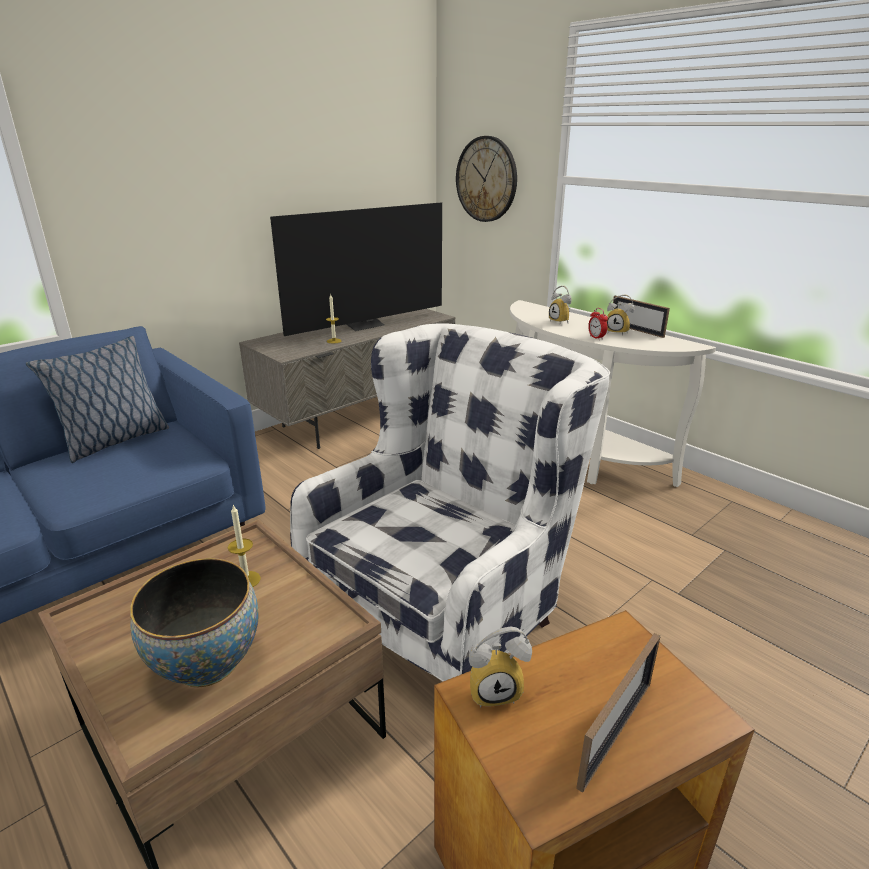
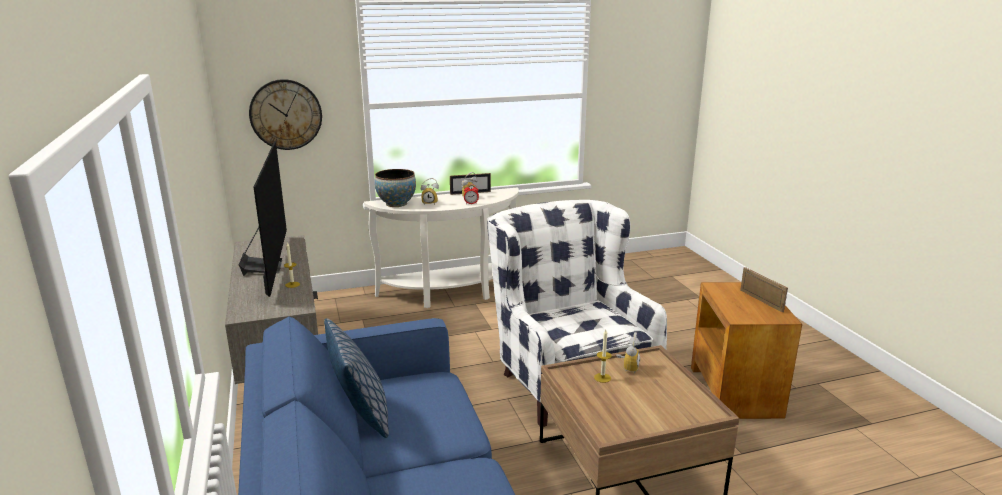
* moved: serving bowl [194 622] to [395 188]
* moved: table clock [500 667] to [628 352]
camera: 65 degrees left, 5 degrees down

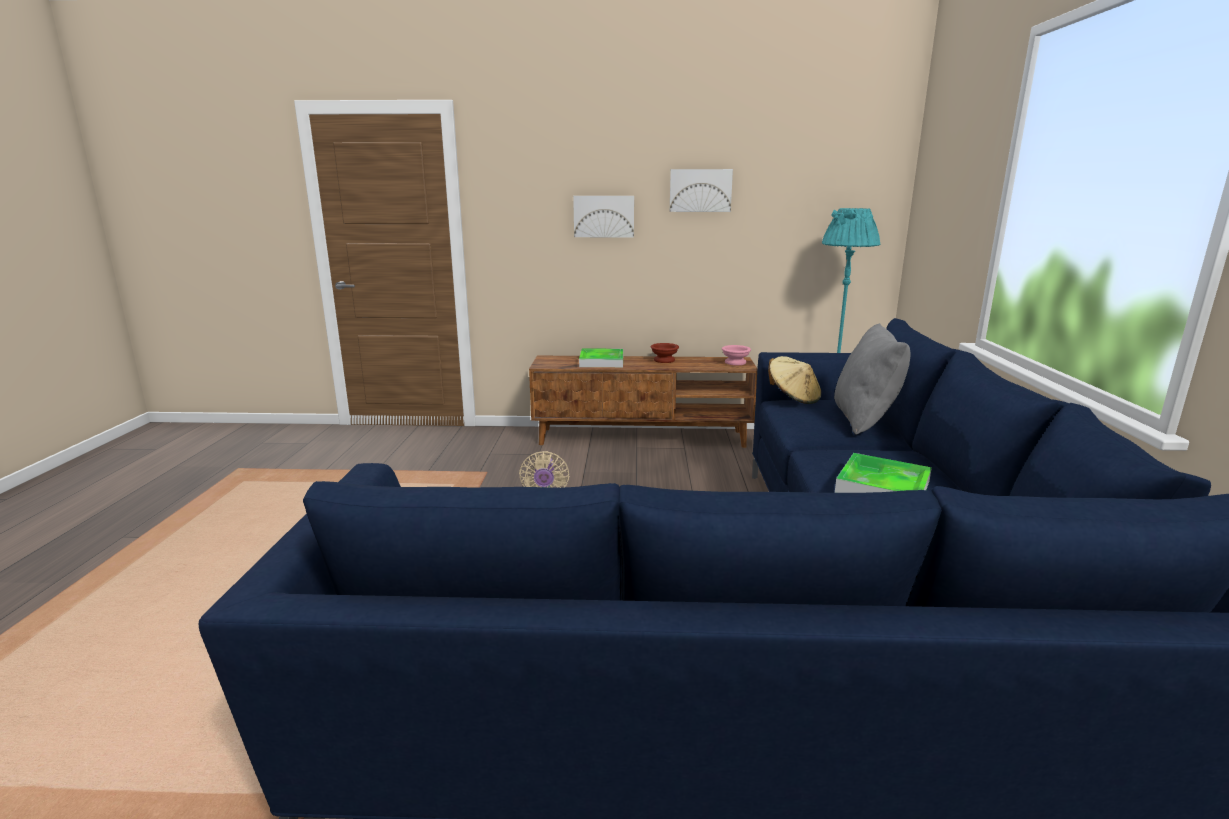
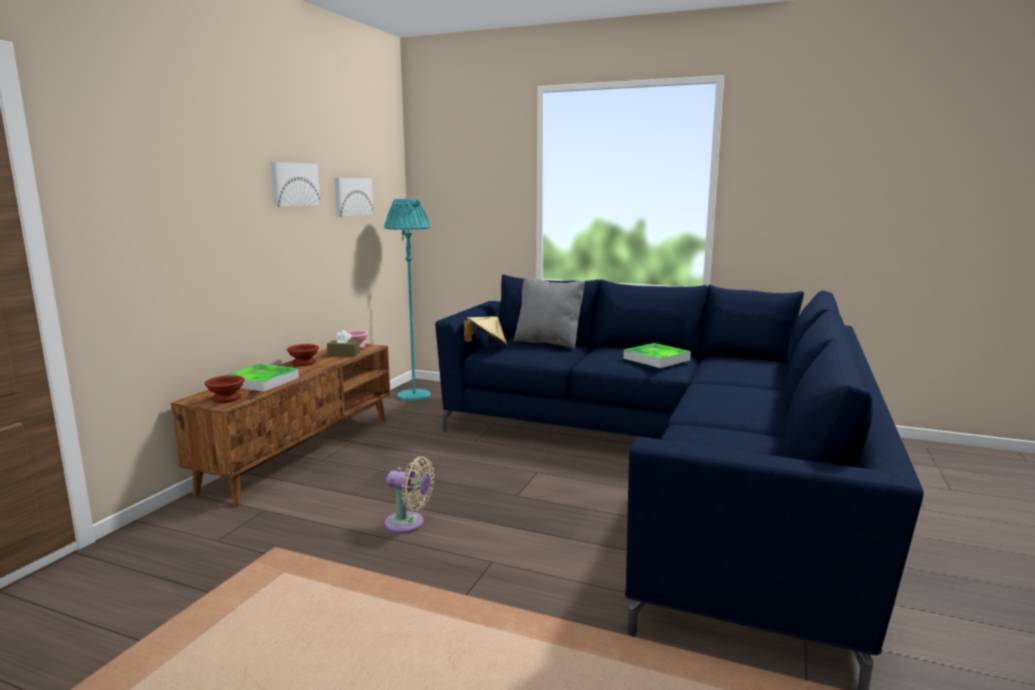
* added: brown serving bowl [224 389]
* added: brown tissue box [343 343]
* moved: picture [603 216] to [353 197]
camera: 70 degrees left, 5 degrees down

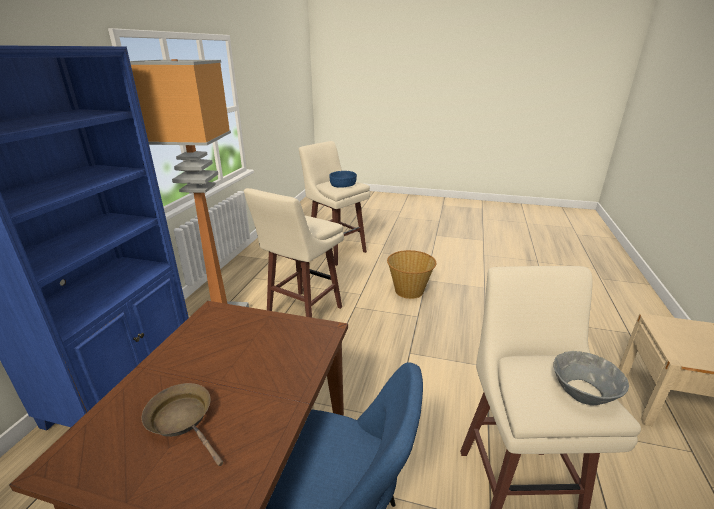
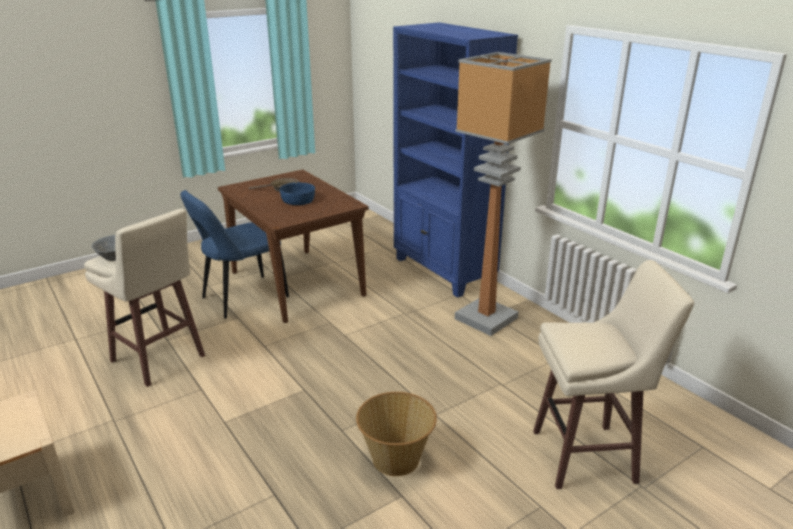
* moved: blue-coloured serving bowl [343 179] to [297 193]
* removed: beige sitting stool [294 253]
camera: 130 degrees right, 0 degrees up

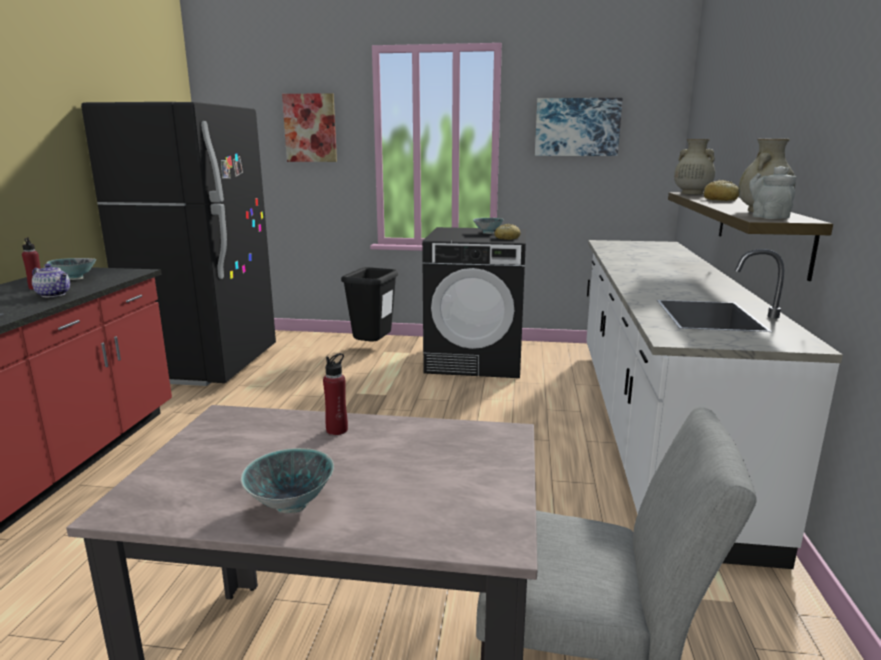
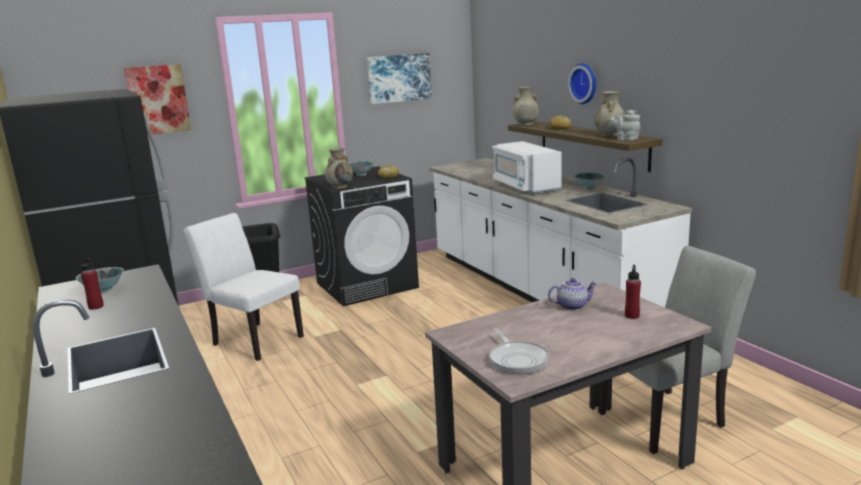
* added: white plain chair [243 287]
* added: beige decorative vase [339 168]
* added: pan [519 351]
* added: white microwave oven [527 167]
* moved: pot for tea [51 280] to [572 294]
* added: wall clock [582 83]
* moved: serving bowl [287 480] to [590 181]
* moved: red-coloured beverage bottle [335 394] to [633 292]
camera: 35 degrees left, 0 degrees up

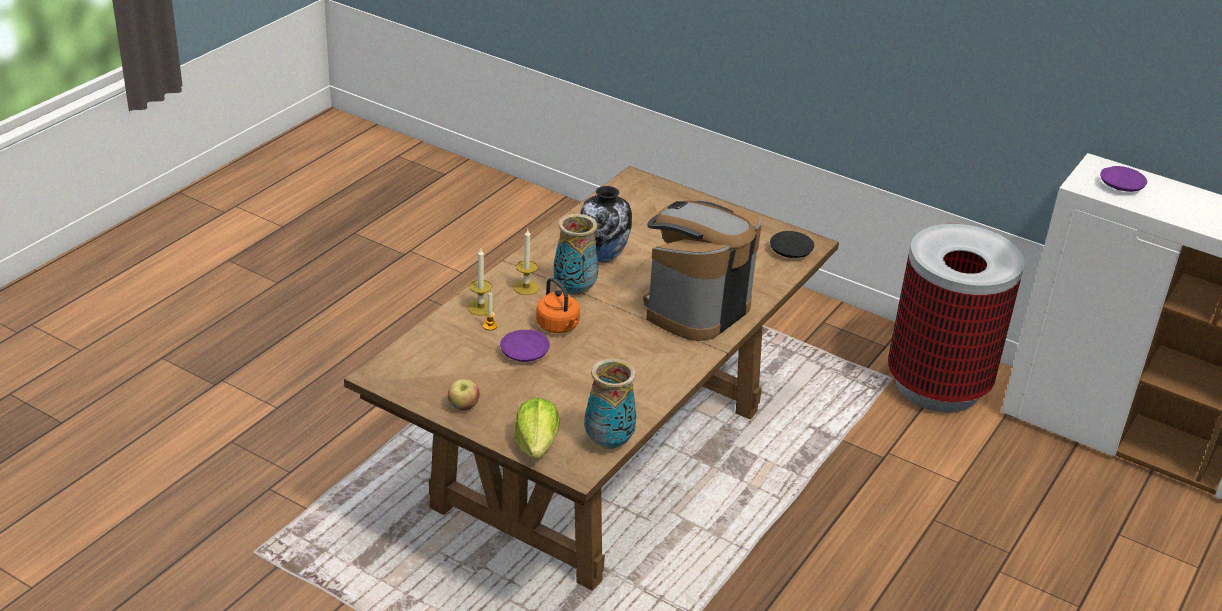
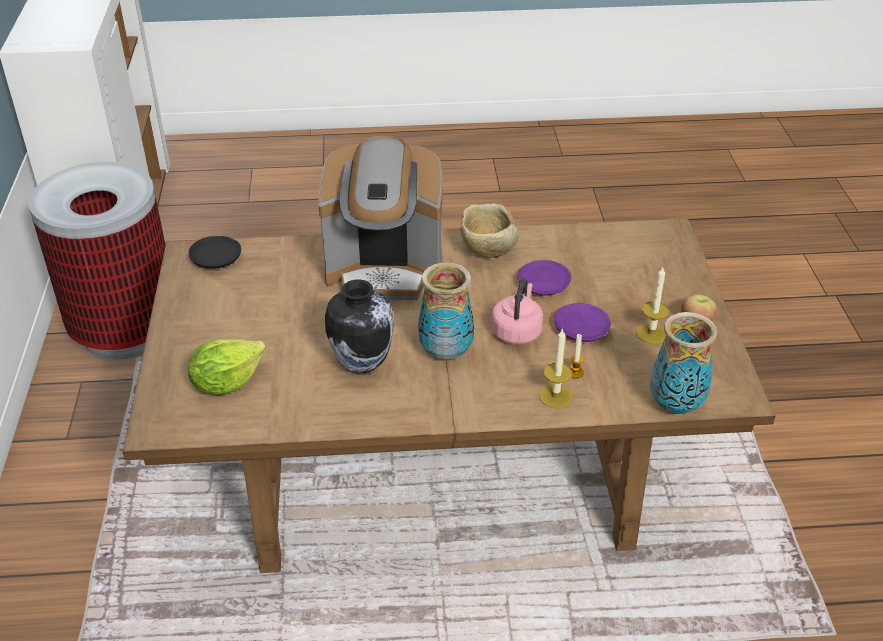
* moved: lettuce [537 428] to [227 367]
* added: beige serving bowl [489 230]
* recoloured: orange tea kettle [558 305] to pink-coloured tea kettle [517 311]
* moved: purplish flat dish [1123 179] to [544 278]
* moved: candle [526 262] to [652 305]
* moved: decorative vase [610 403] to [683 363]
camera: 125 degrees left, 5 degrees up

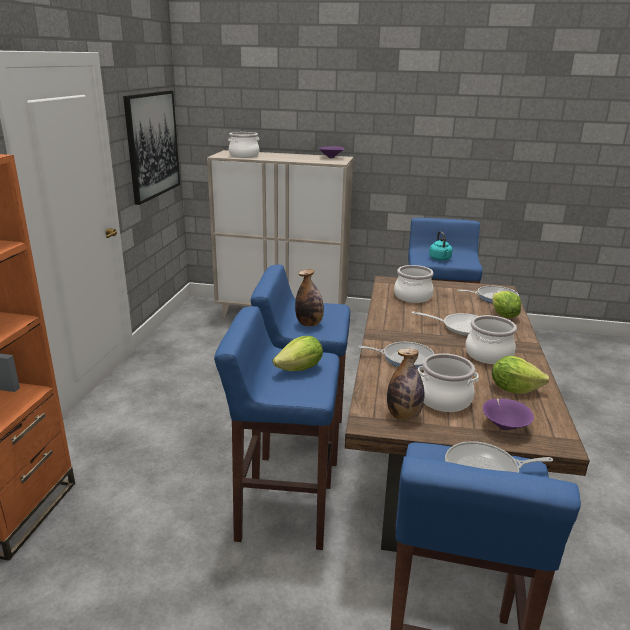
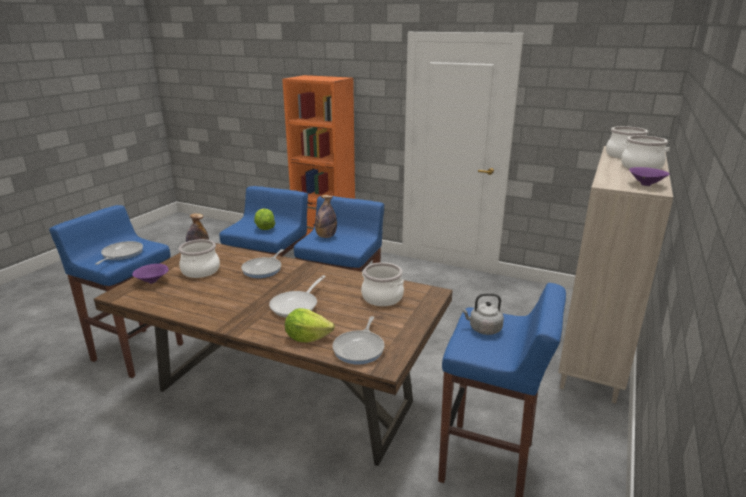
* recoloured: turquoise-coloured tea kettle [441 246] to greyish tea kettle [482 314]
* moved: saucepot [491 339] to [645 152]
* removed: picture [151 148]
* removed: lettuce [521 375]
camera: 105 degrees right, 0 degrees up

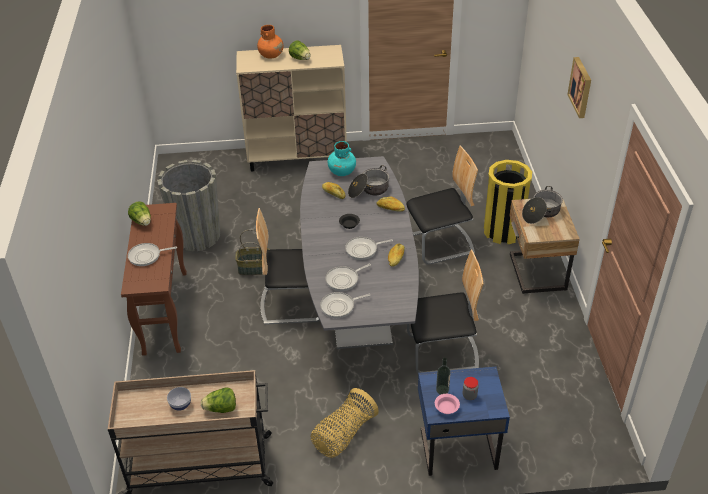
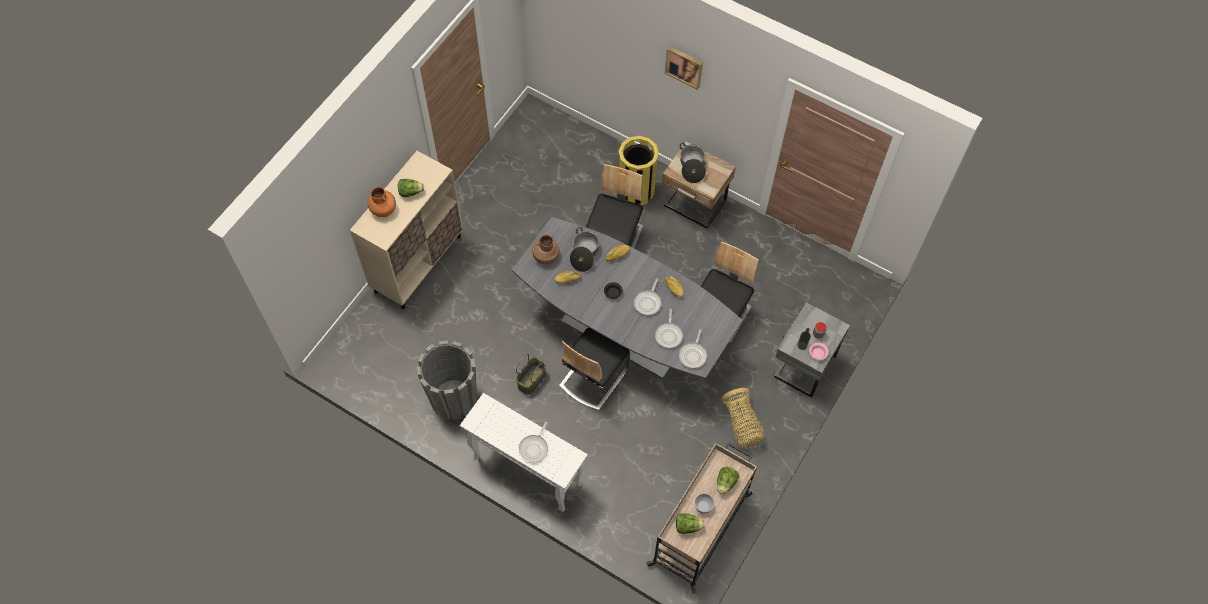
* recoloured: brown narrow table [154 279] to white narrow table [524 452]
* recoloured: turquoise-coloured decorative vase [342 158] to brown decorative vase [546 249]
* moved: lettuce [139 213] to [690 523]
* recoloured: blue-coloured night table [464 421] to greyish night table [812 350]
camera: 55 degrees left, 20 degrees up

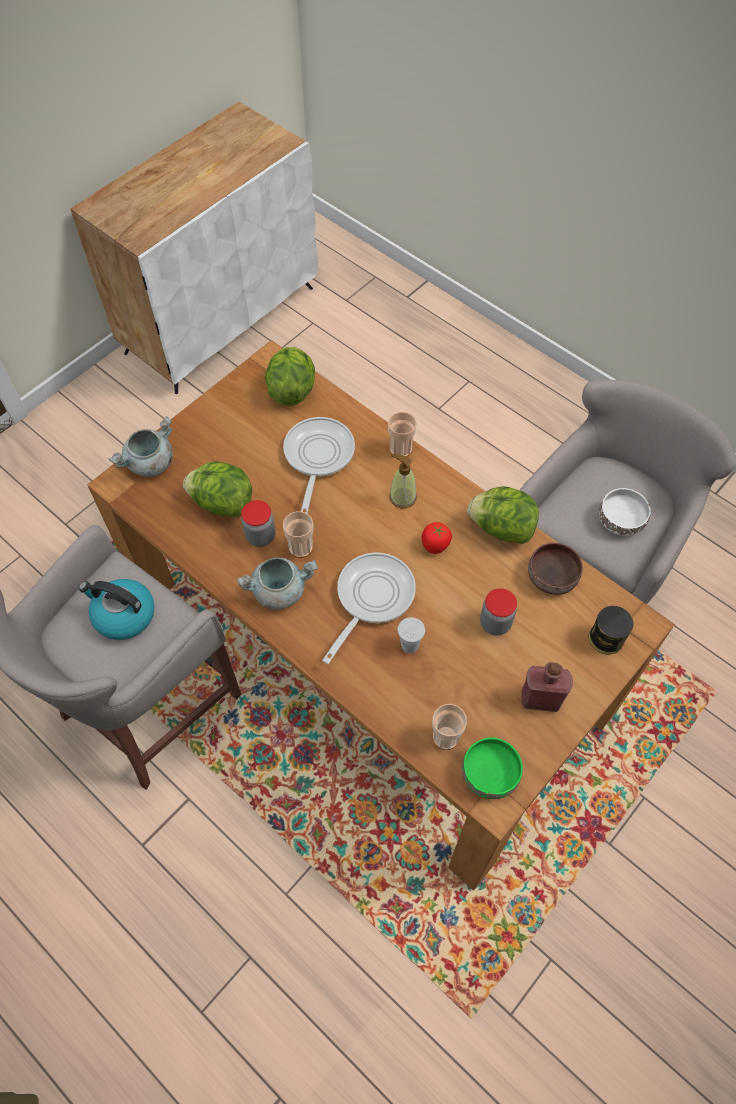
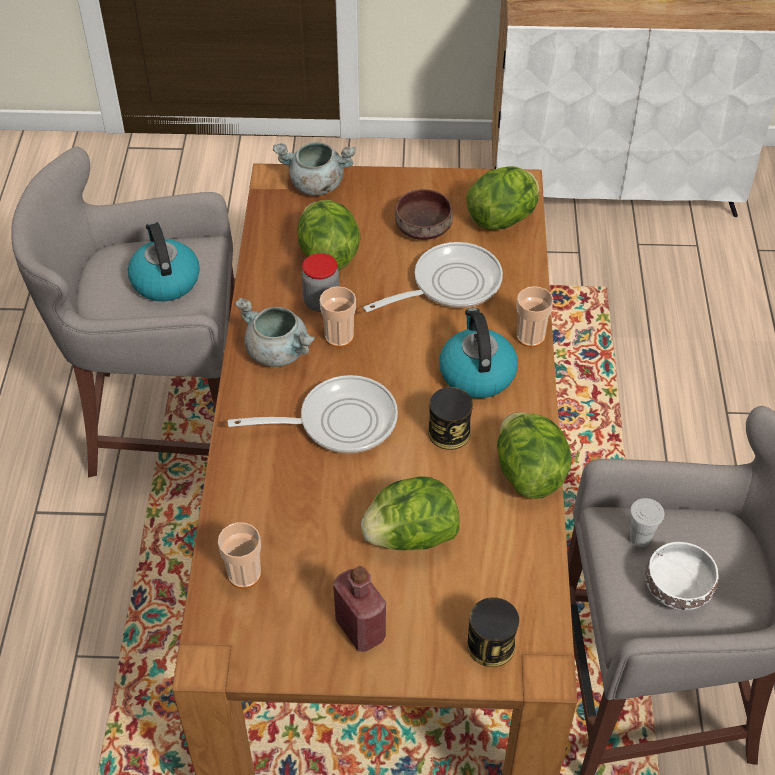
* replaced: preserve jar [498 612] to lettuce [410 513]
* moved: brown serving bowl [555 569] to [424 214]
* replaced: whole tomato [437 538] to metal can [450 418]
* replaced: liquid soap bottle [403 481] to tea kettle [478 353]
* moved: white drinking cup [411 635] to [647 522]
* removed: green-coloured serving bowl [492 768]
camera: 50 degrees right, 10 degrees down

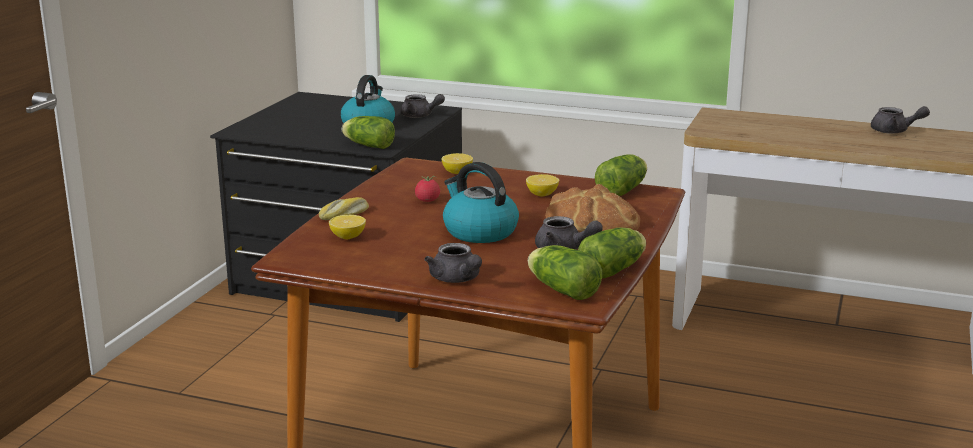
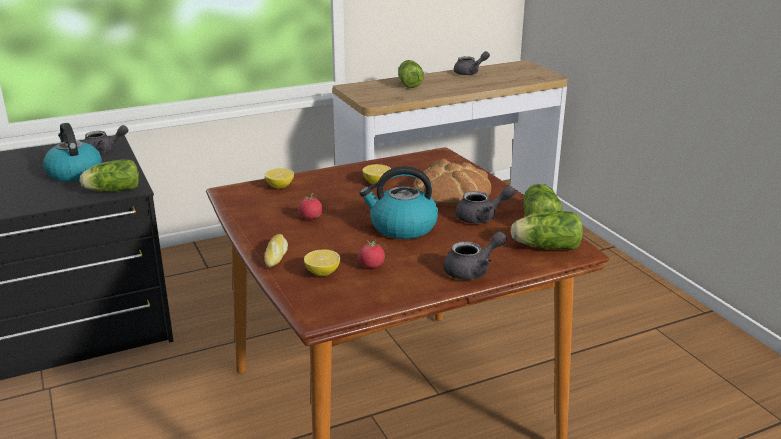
* added: whole tomato [371 253]
* moved: lettuce [621 175] to [411 74]
* turned: greyish pot for tea [453 263] = [475 255] 45 degrees counterclockwise
camera: 45 degrees left, 5 degrees up

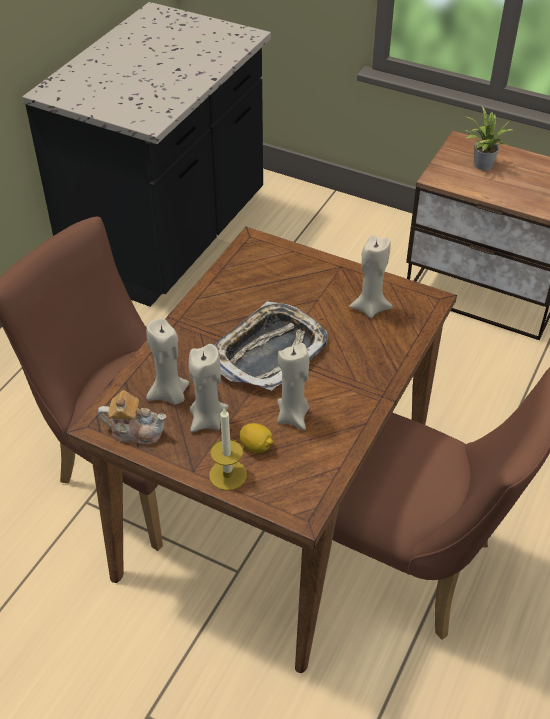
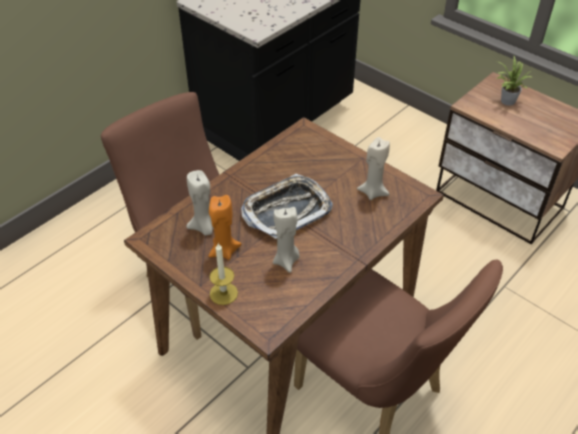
* recoloured: beige candle [209 388] to orange candle [225 227]
* removed: pot for tea [132 418]
* removed: whole lemon [256 438]
camera: 15 degrees right, 0 degrees up

